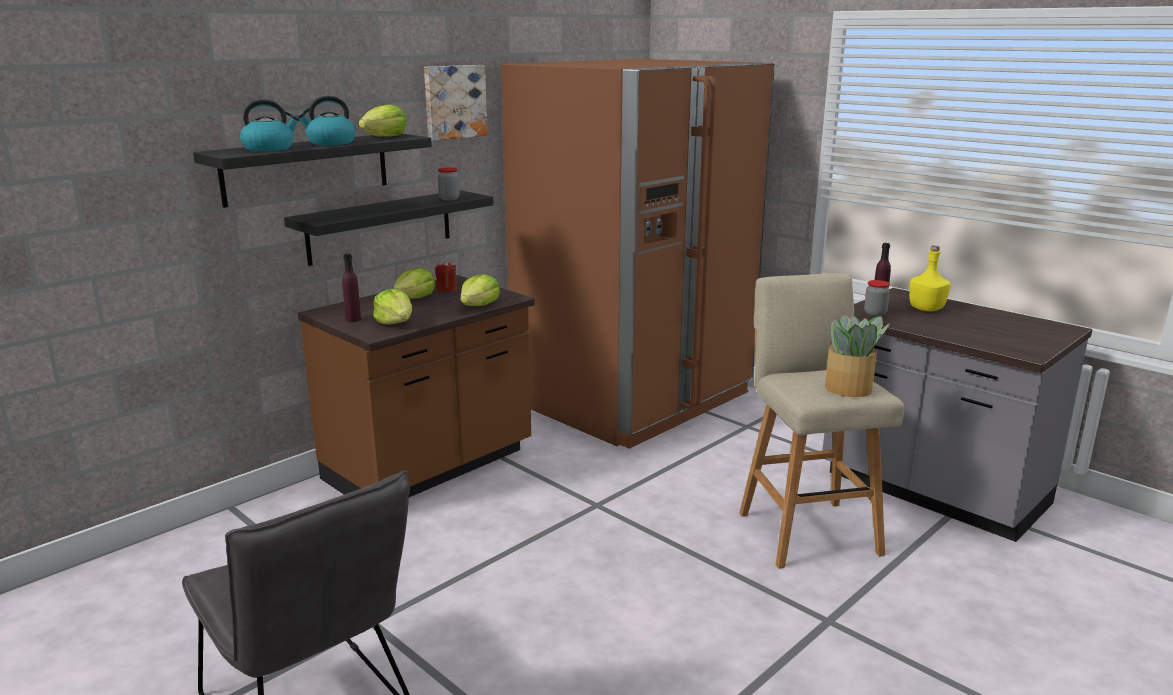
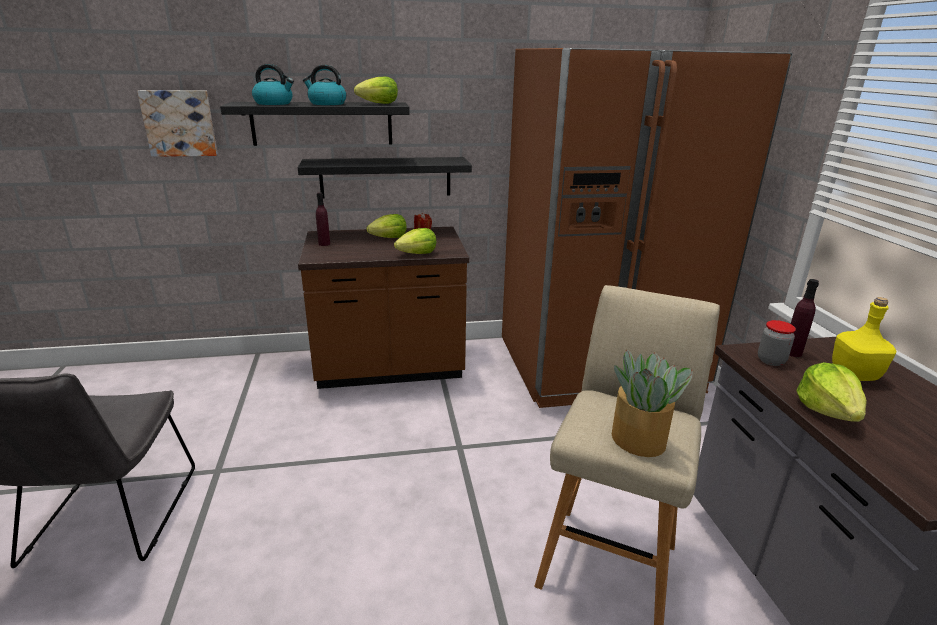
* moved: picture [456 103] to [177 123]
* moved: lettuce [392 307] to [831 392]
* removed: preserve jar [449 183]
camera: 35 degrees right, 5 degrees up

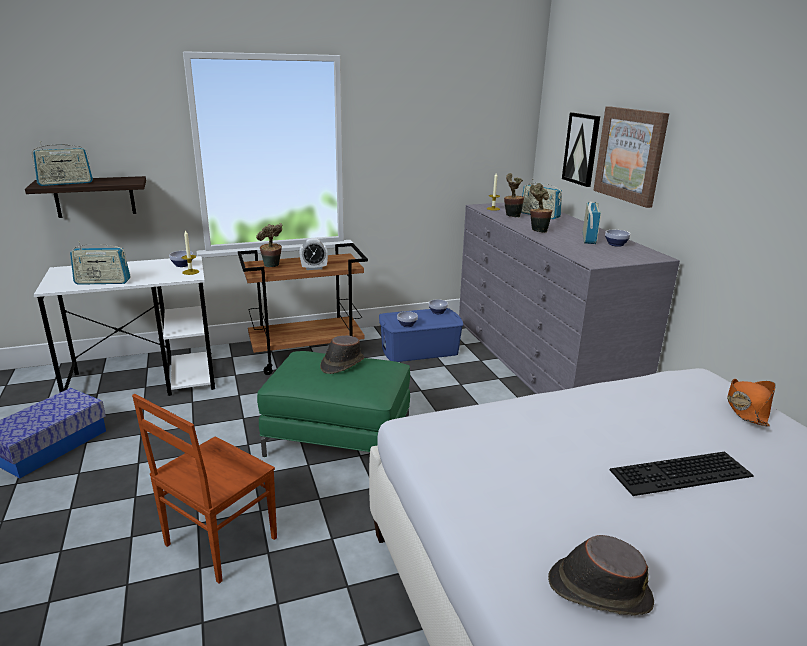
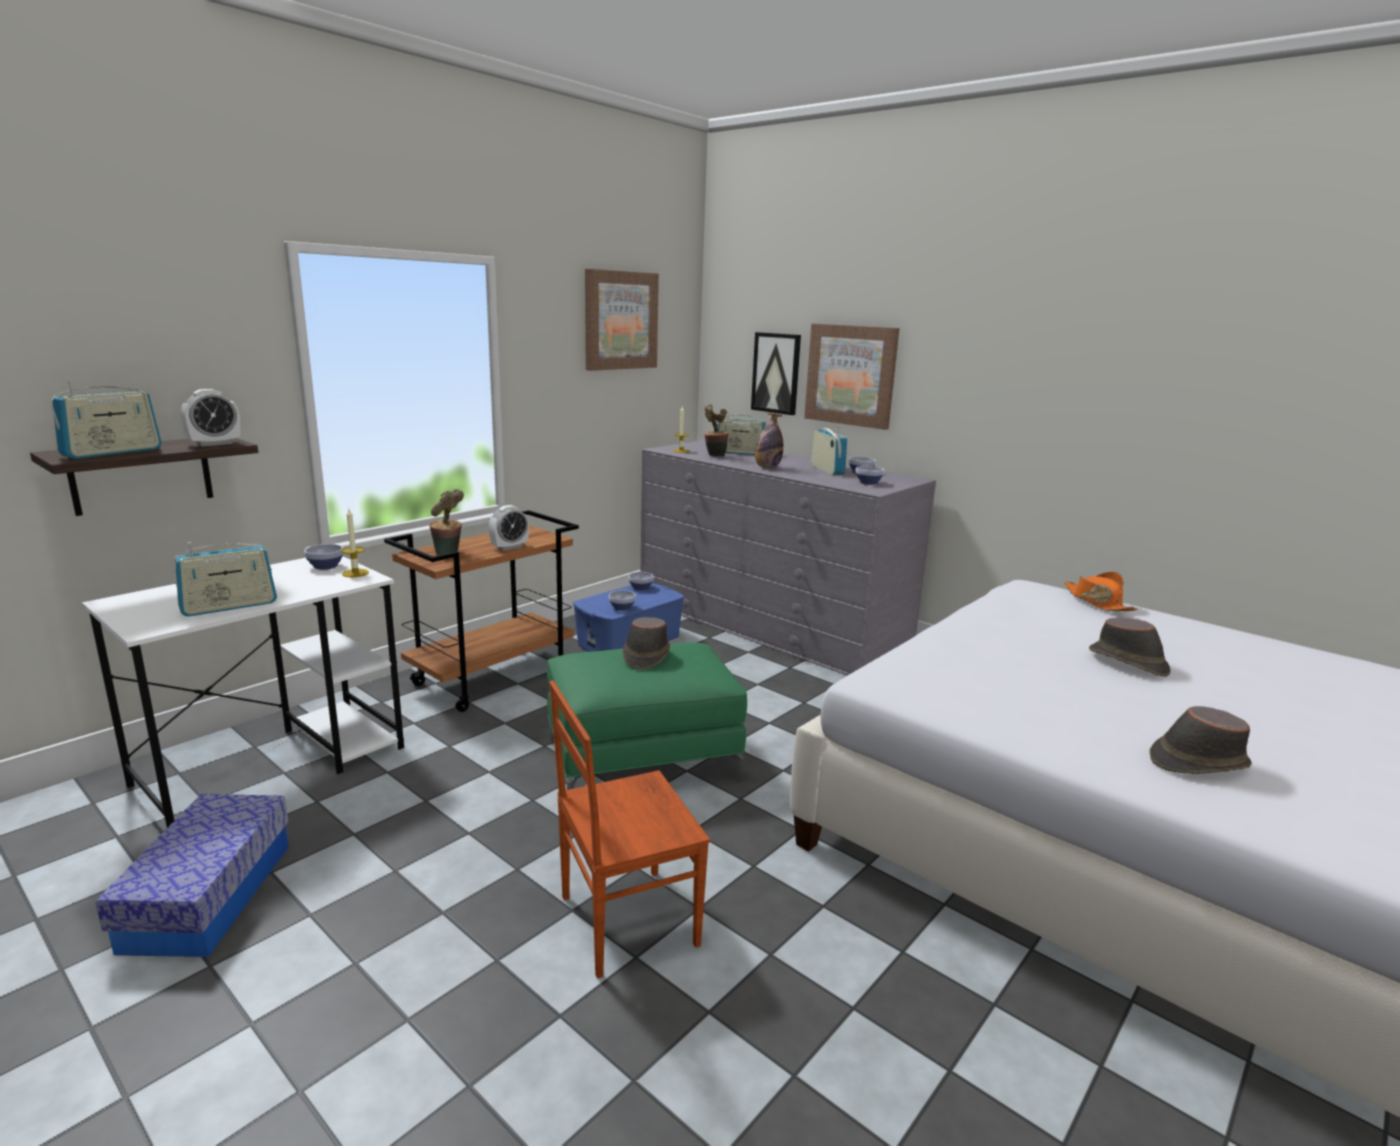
* added: table clock [210 417]
* turned: brown plain chair [204 489] = [629 829] 60 degrees clockwise
* added: picture [622 320]
* replaced: potted plant [541 208] to beverage bottle [769 440]
* added: serving bowl [870 475]
* replaced: PC keyboard [682 473] to brown clothing hat [1130 647]
camera: 30 degrees left, 5 degrees down

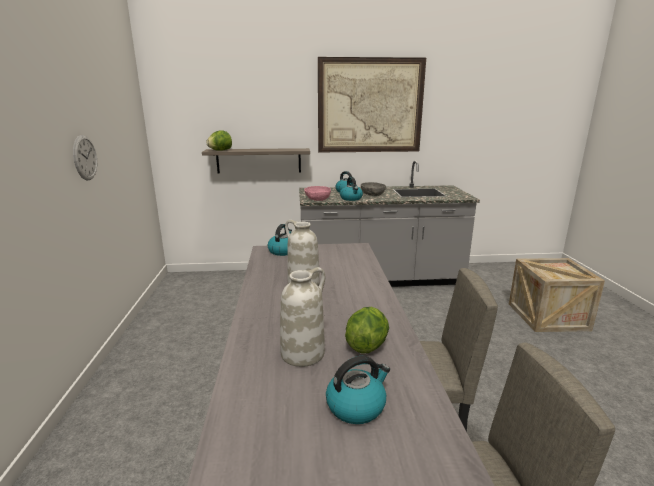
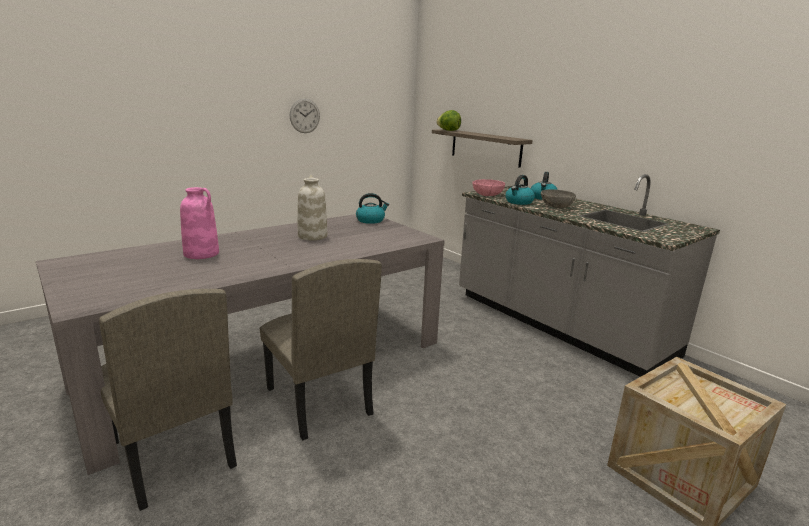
* recoloured: white decorative vase [302 317] to pink-coloured decorative vase [199 223]
* removed: picture [372 104]
* removed: tea kettle [358 390]
* removed: lettuce [367 330]
camera: 55 degrees right, 0 degrees up

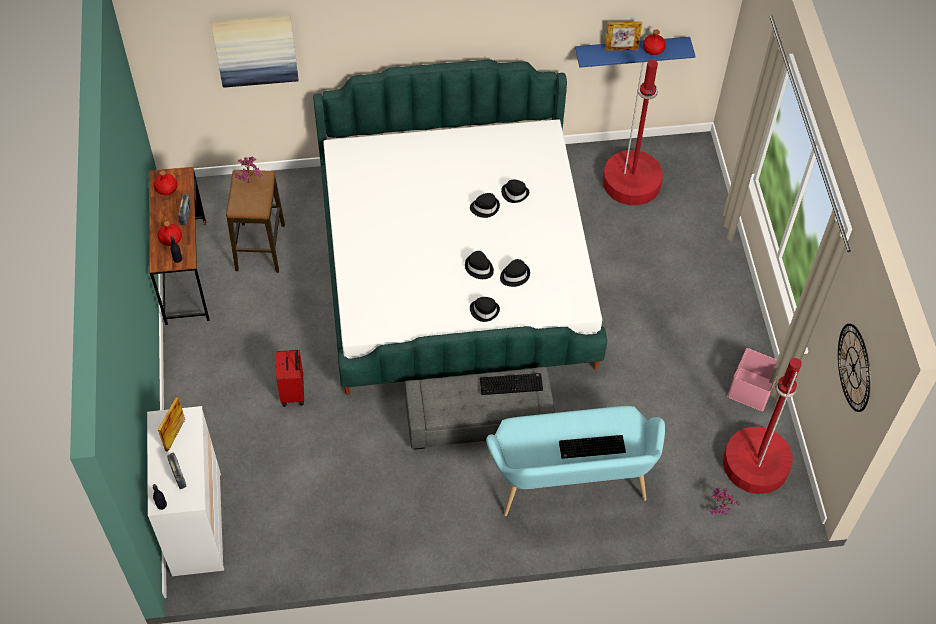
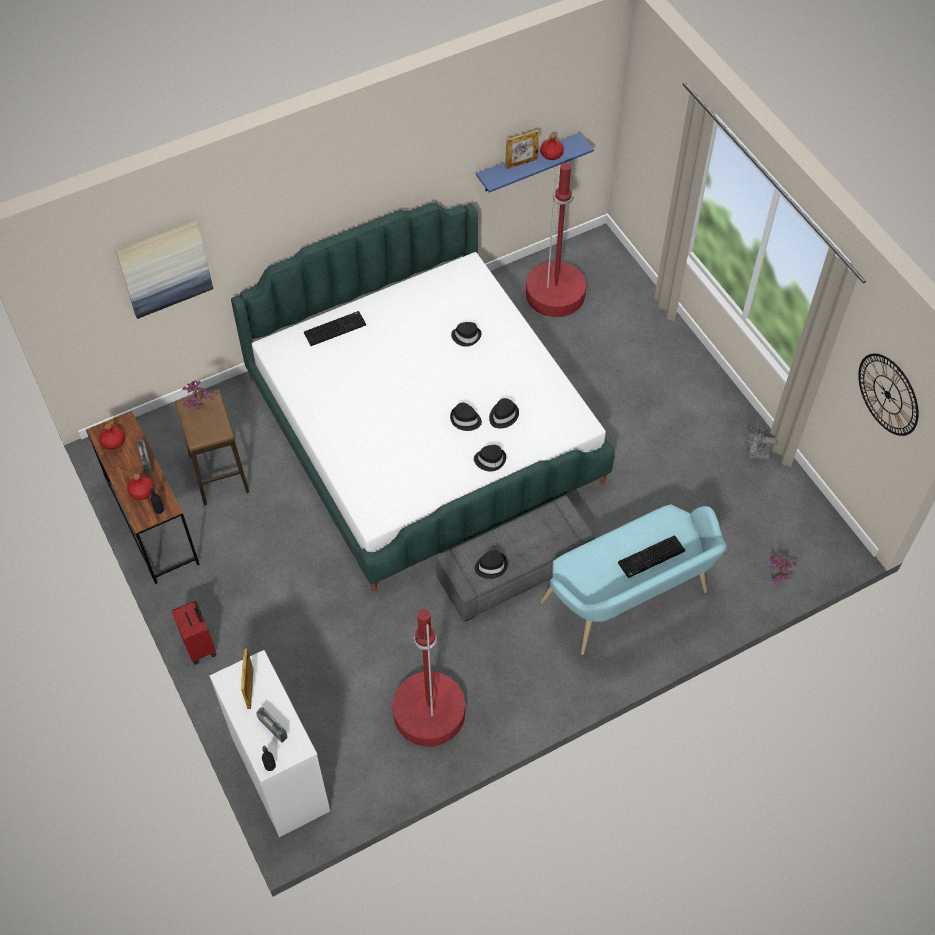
* moved: red-coloured suitcase [290 378] to [193 632]
* moved: PC keyboard [511 384] to [335 328]
* moved: red-coloured standing lamp [762 426] to [428 678]
* moved: black-coloured clothing hat [485 205] to [491 564]
* replaced: pink-coloured storage box [752 379] to greyish electric fan [761 440]
camera: 20 degrees left, 0 degrees up

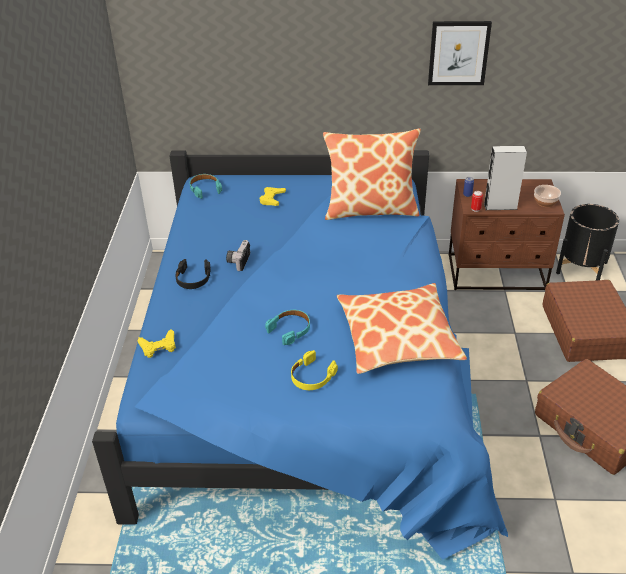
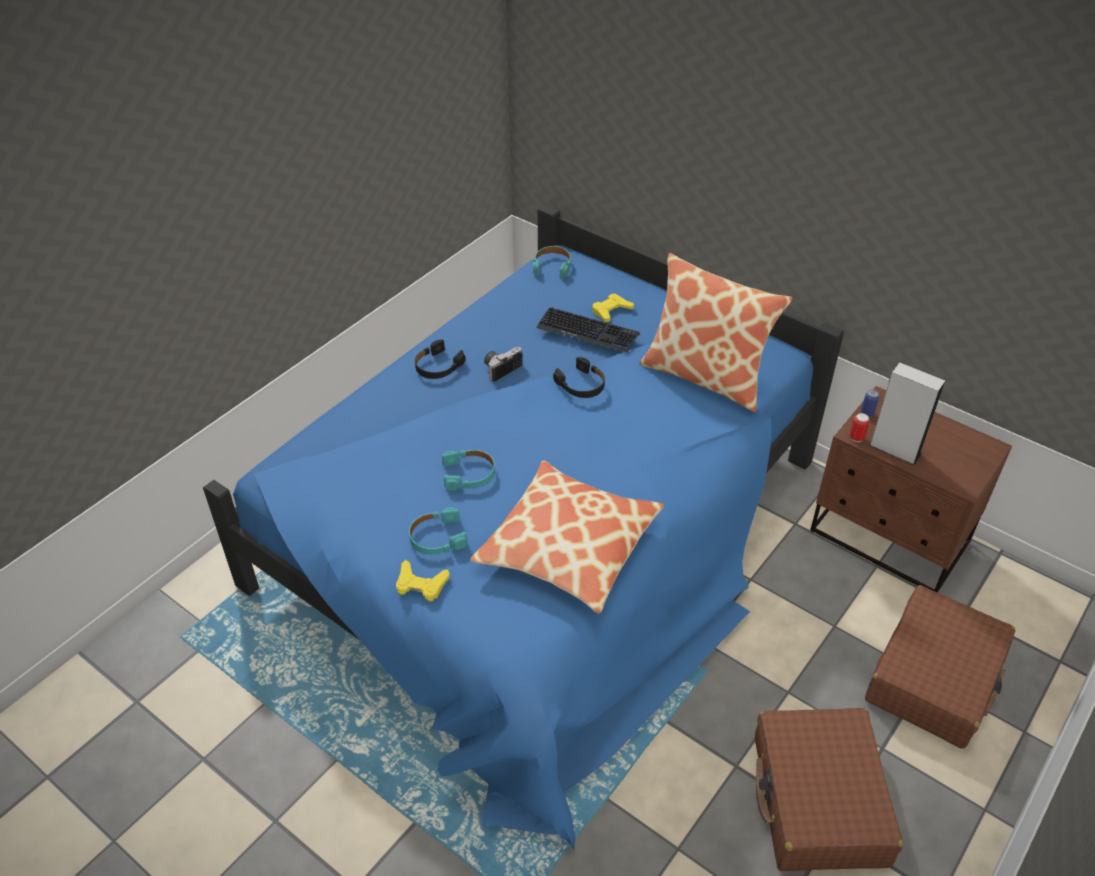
* moved: yellowish joypad [157 343] to [423 580]
* recoloured: yellowish headphones [314 370] to turquoise-coloured headphones [438 530]
* added: PC keyboard [588 330]
* added: black-coloured headphones [579 377]
* removed: picture [460 53]
* removed: serving bowl [547 196]
* removed: black-coloured planter [587 242]
camera: 35 degrees right, 5 degrees up

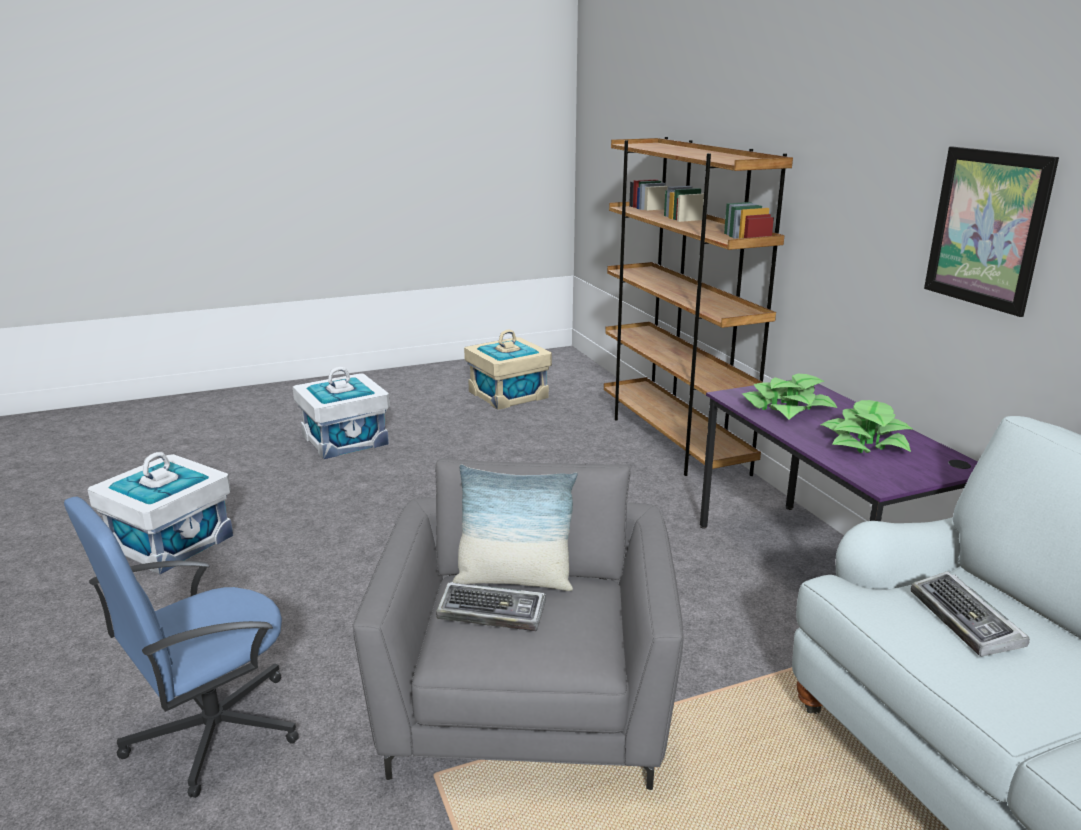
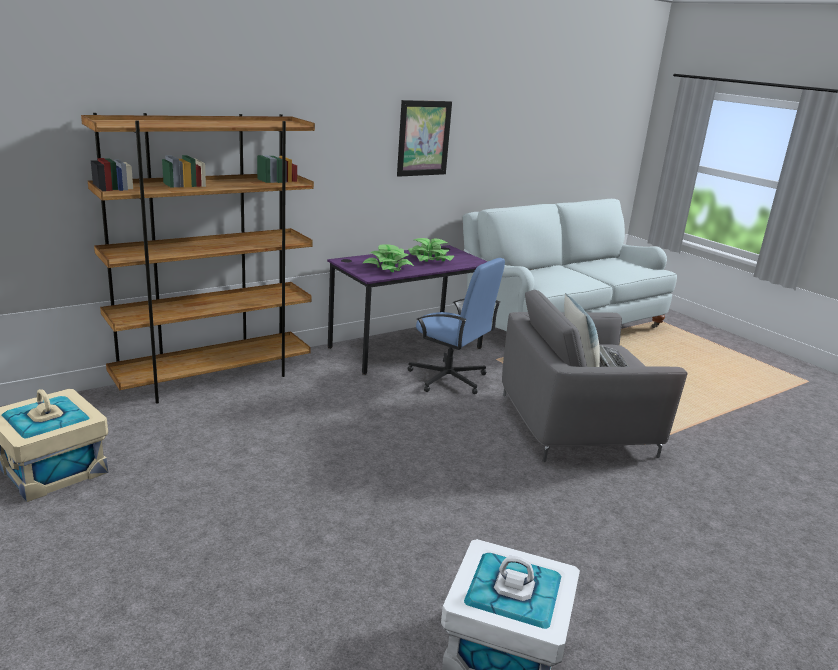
* moved: blue-coloured office chair [181 647] to [456 326]
* removed: white storage box [341 413]
* removed: PC keyboard [970 614]
camera: 105 degrees left, 0 degrees up

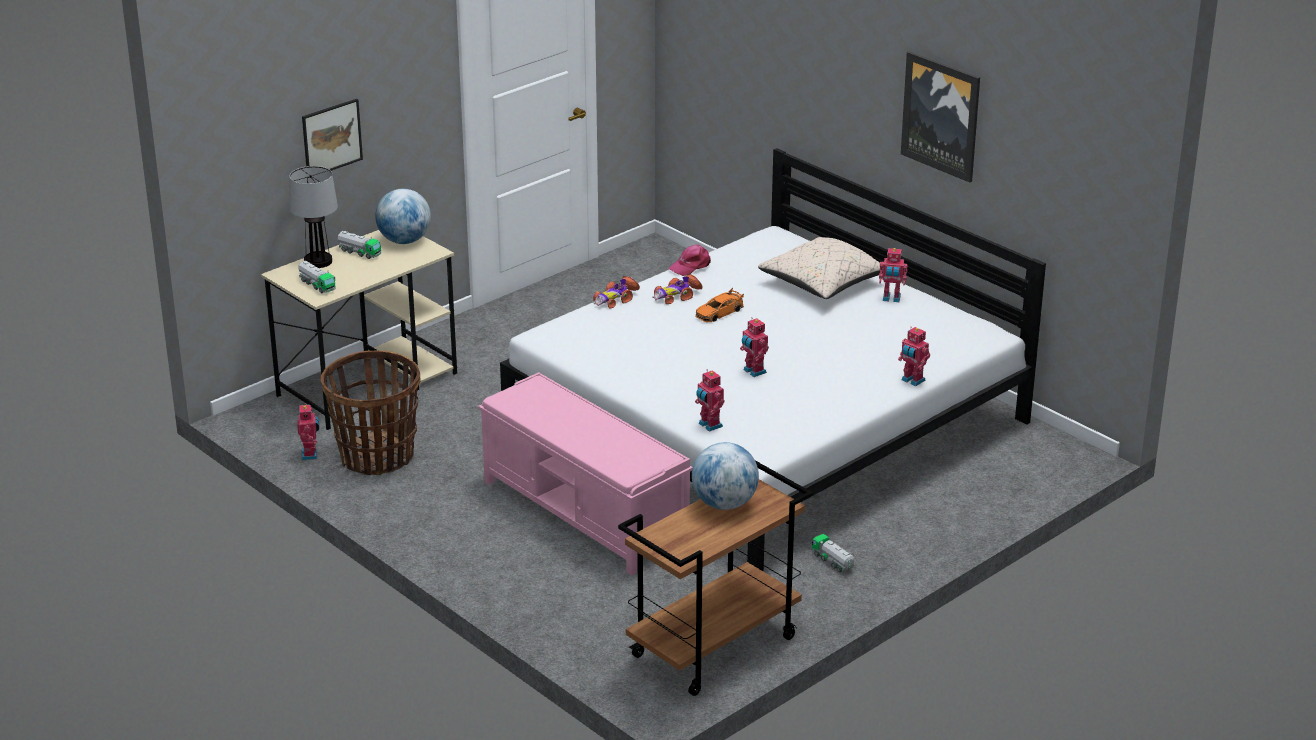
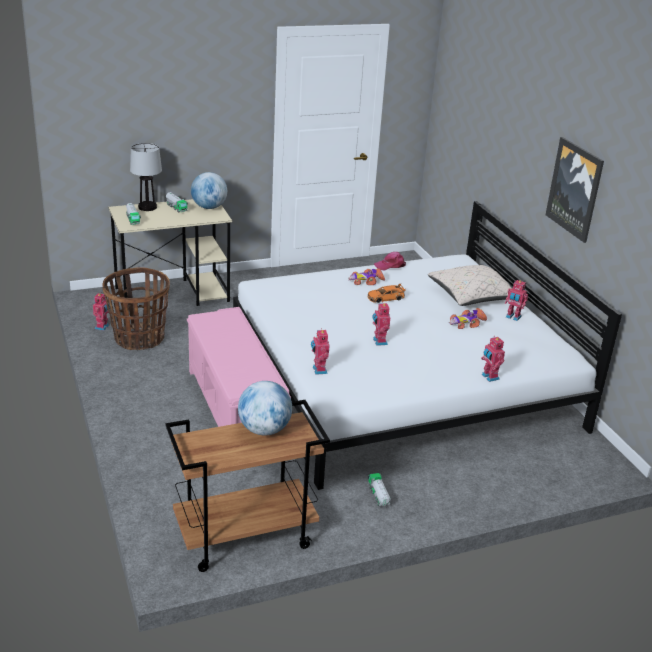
* moved: miniature car [616 292] to [467 318]
* removed: picture [332 134]
camera: 20 degrees right, 0 degrees up

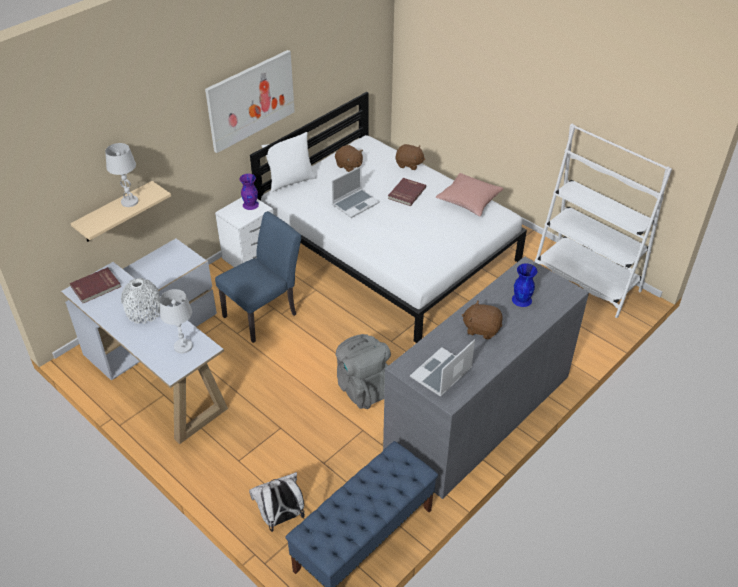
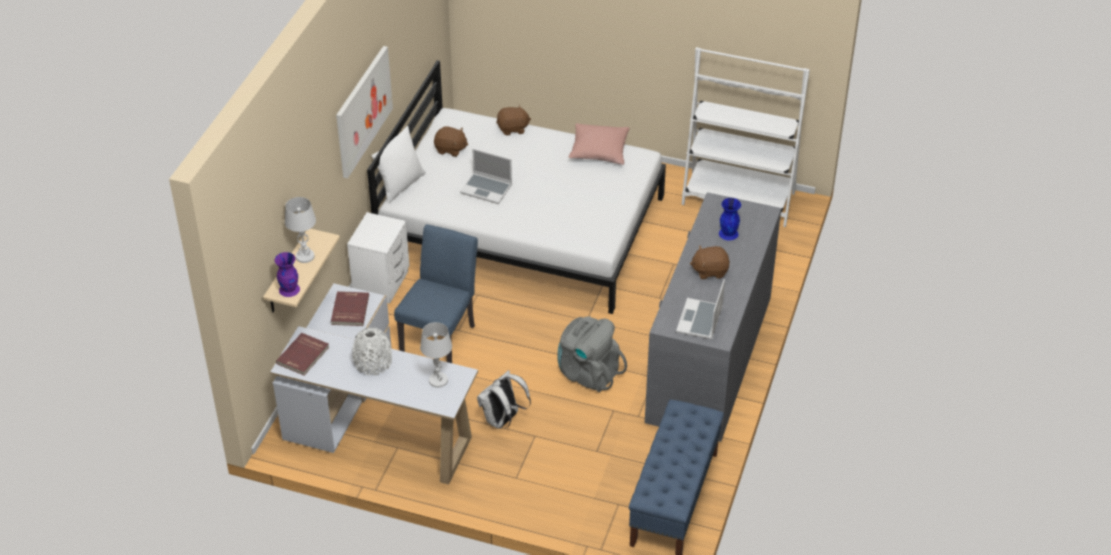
* moved: purplish decorative vase [249 192] to [287 274]
* moved: red-coloured book [407 192] to [350 308]
* turned: notebook computer [356 192] = [486 176] 90 degrees clockwise
* moved: white backpack [277 502] to [504 399]
camera: 25 degrees left, 0 degrees up

